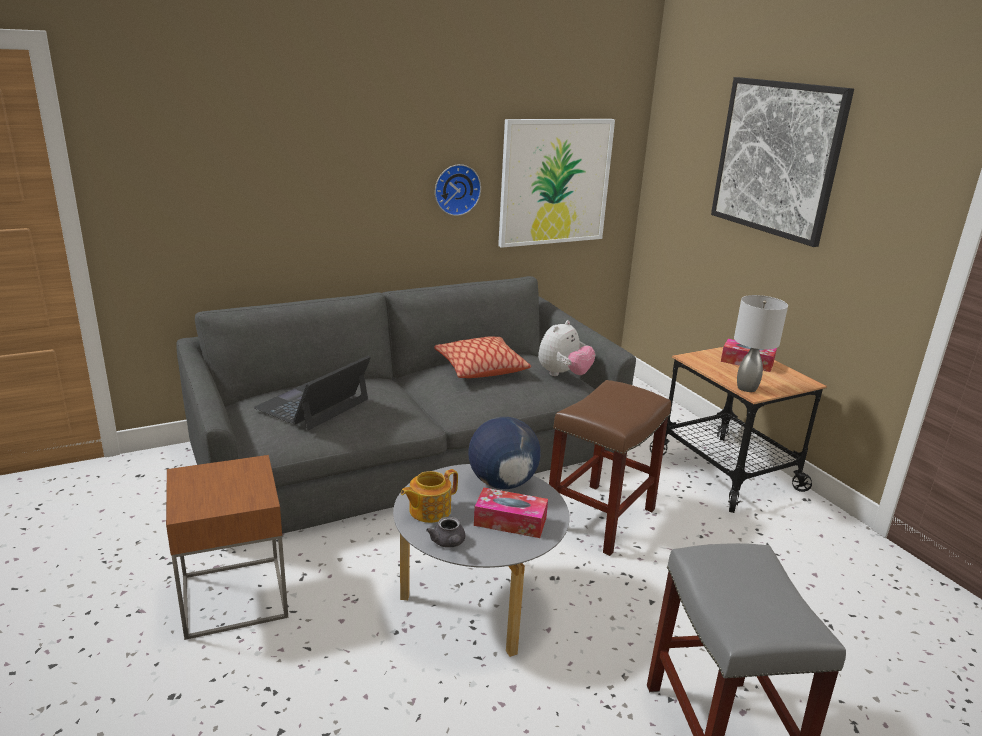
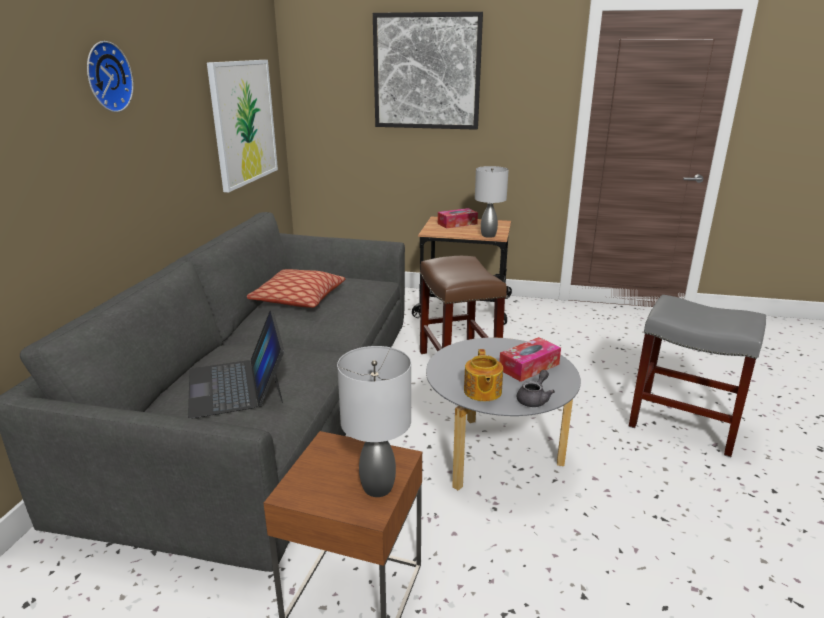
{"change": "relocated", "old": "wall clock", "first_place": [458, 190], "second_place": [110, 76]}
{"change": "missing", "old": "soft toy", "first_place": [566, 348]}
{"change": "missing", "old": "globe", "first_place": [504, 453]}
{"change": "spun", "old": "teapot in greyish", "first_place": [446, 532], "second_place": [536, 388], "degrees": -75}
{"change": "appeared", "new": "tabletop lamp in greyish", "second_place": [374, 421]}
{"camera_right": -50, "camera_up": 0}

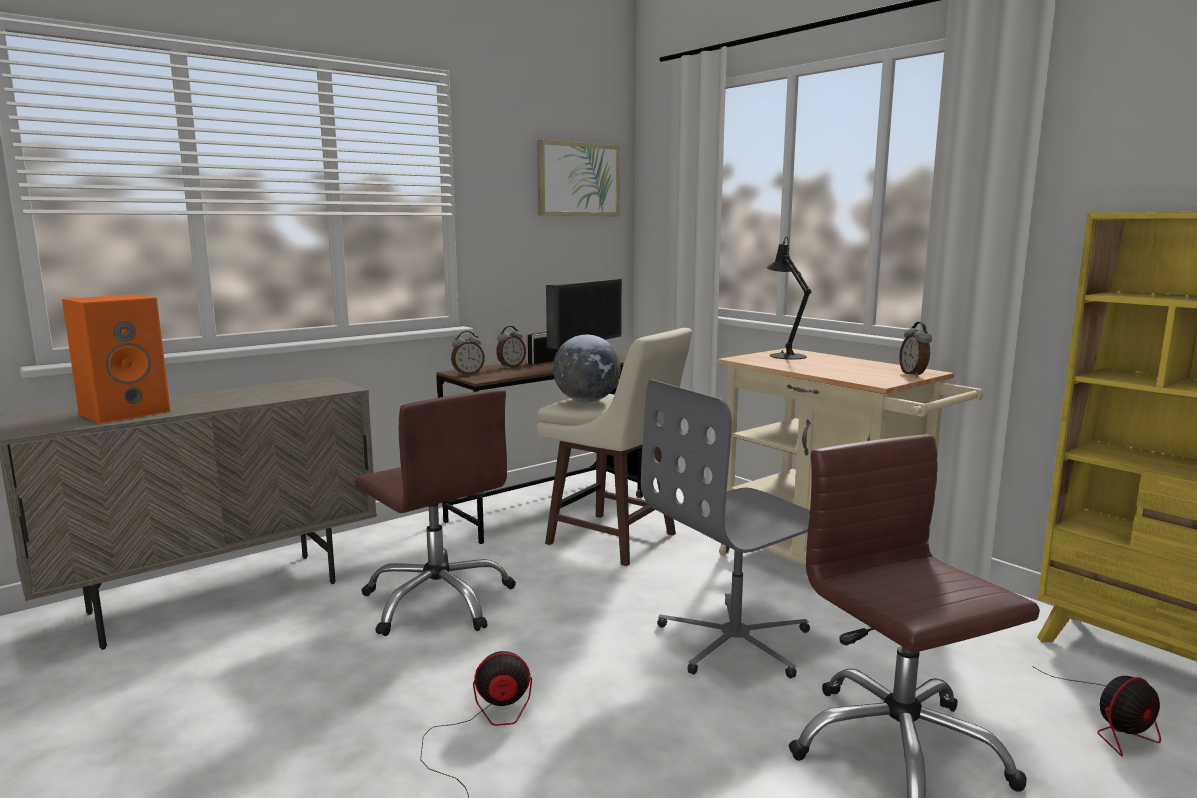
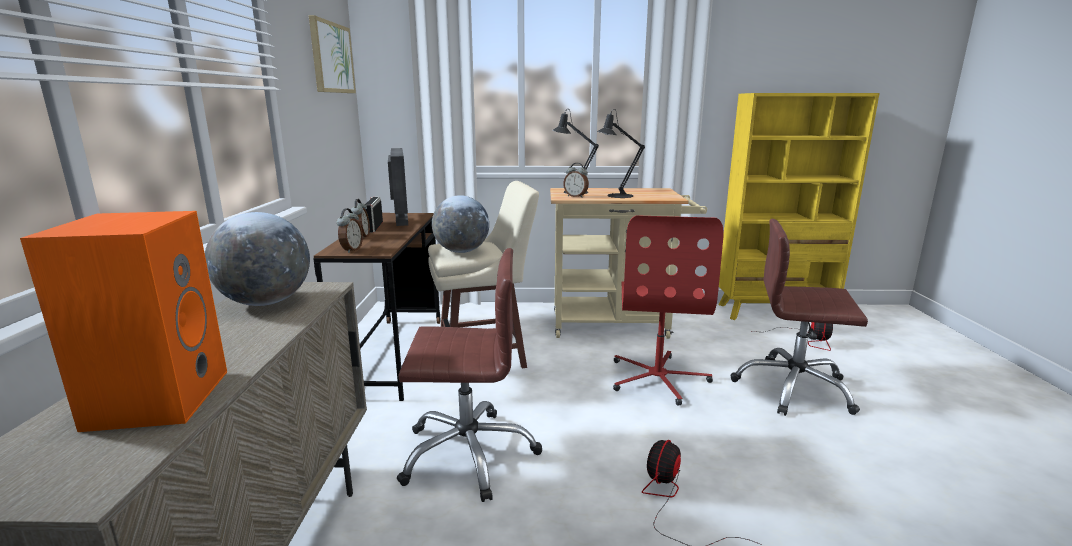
{"change": "relocated", "old": "table clock", "first_place": [915, 349], "second_place": [576, 180]}
{"change": "colour", "old": "desk chair in greyish", "new": "desk chair in red", "first_place": [725, 528], "second_place": [668, 310]}
{"change": "appeared", "new": "tabletop lamp in black", "second_place": [621, 153]}
{"change": "appeared", "new": "globe", "second_place": [257, 259]}
{"camera_right": -50, "camera_up": 5}

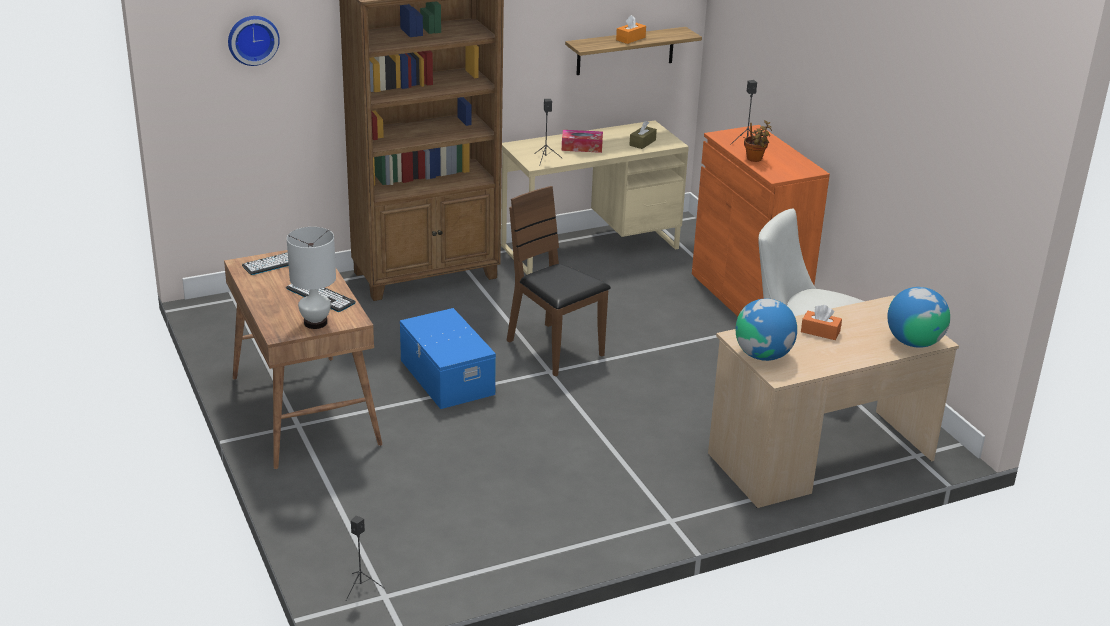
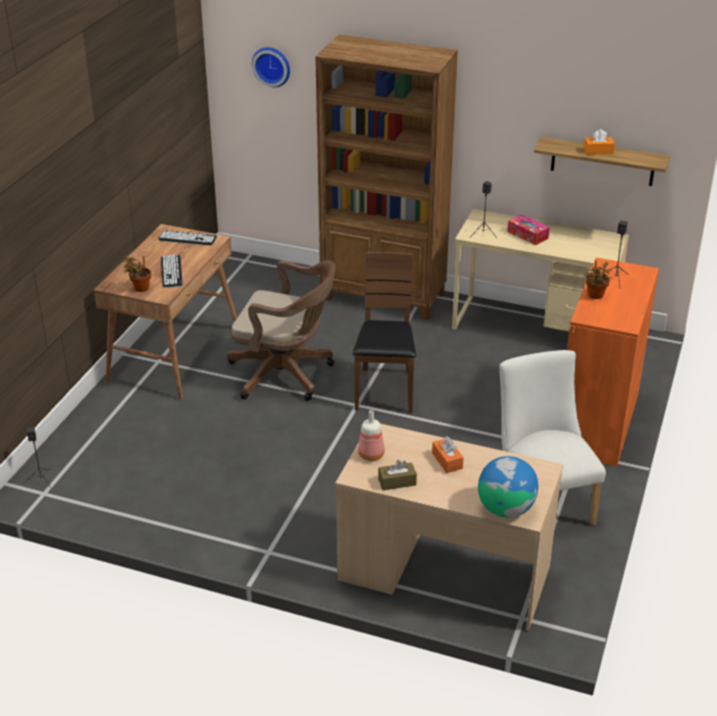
{"change": "relocated", "old": "tissue box in brown", "first_place": [643, 135], "second_place": [397, 475]}
{"change": "exchanged", "old": "tabletop lamp in whitish", "new": "plant in a pot", "first_place": [311, 278], "second_place": [136, 274]}
{"change": "exchanged", "old": "globe", "new": "beverage bottle", "first_place": [766, 330], "second_place": [371, 435]}
{"change": "exchanged", "old": "storage container in bluish", "new": "desk chair in brown", "first_place": [448, 358], "second_place": [281, 330]}
{"camera_right": 45, "camera_up": 5}

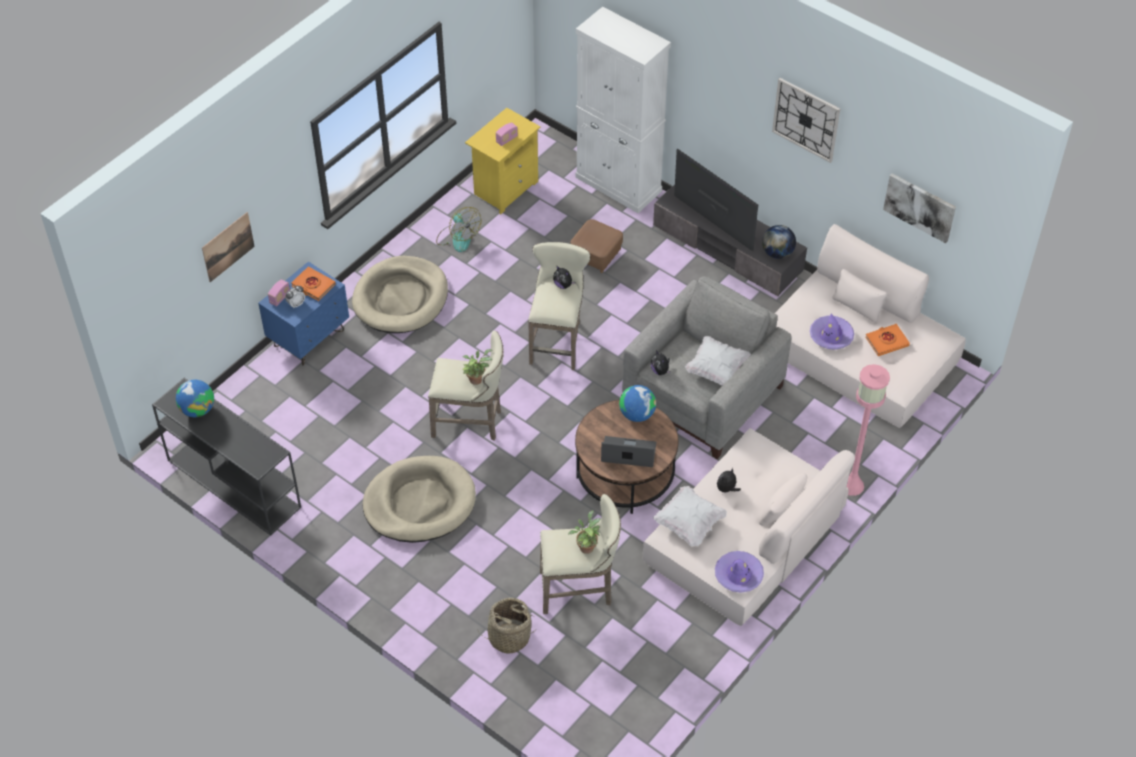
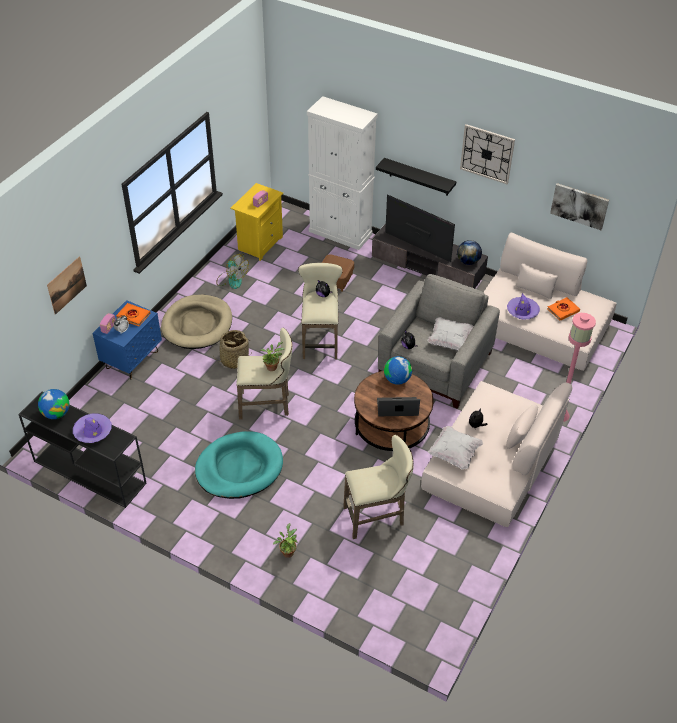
{"change": "colour", "old": "dog bed in sand-coloured", "new": "dog bed in turquoise", "first_place": [419, 499], "second_place": [239, 465]}
{"change": "relocated", "old": "plant in a pot", "first_place": [584, 532], "second_place": [285, 540]}
{"change": "relocated", "old": "hat in purple-coloured", "first_place": [739, 572], "second_place": [92, 428]}
{"change": "relocated", "old": "basket", "first_place": [505, 625], "second_place": [232, 349]}
{"change": "appeared", "new": "bracket shelf in black", "second_place": [416, 177]}
{"camera_right": -10, "camera_up": -5}

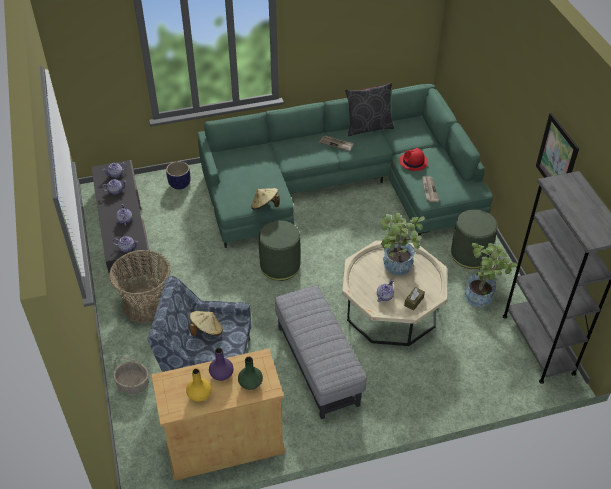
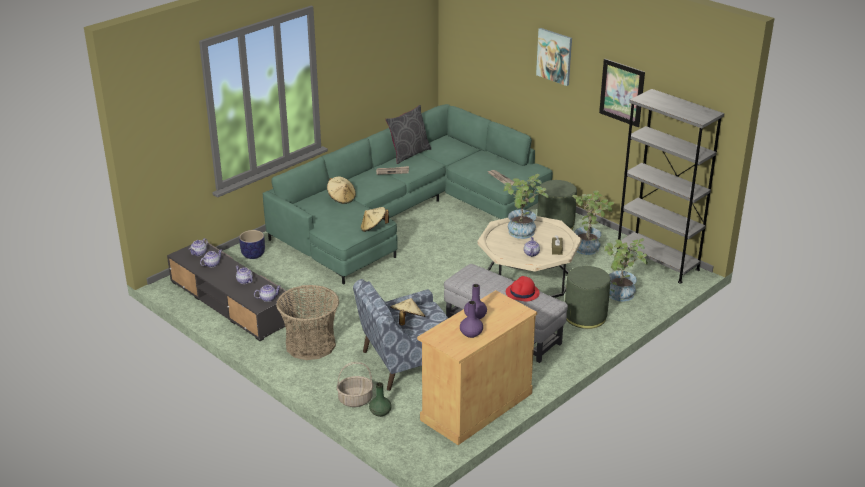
{"change": "relocated", "old": "hat in red", "first_place": [413, 159], "second_place": [523, 288]}
{"change": "relocated", "old": "pouffe in green", "first_place": [280, 251], "second_place": [587, 297]}
{"change": "relocated", "old": "vase in green", "first_place": [250, 373], "second_place": [380, 399]}
{"change": "colour", "old": "vase in yellowish", "new": "vase in purple-coloured", "first_place": [198, 385], "second_place": [471, 319]}
{"change": "appeared", "new": "picture", "second_place": [554, 57]}
{"change": "appeared", "new": "hat in sand-coloured", "second_place": [341, 190]}
{"change": "appeared", "new": "plant in a pot", "second_place": [626, 270]}
{"camera_right": -30, "camera_up": -15}

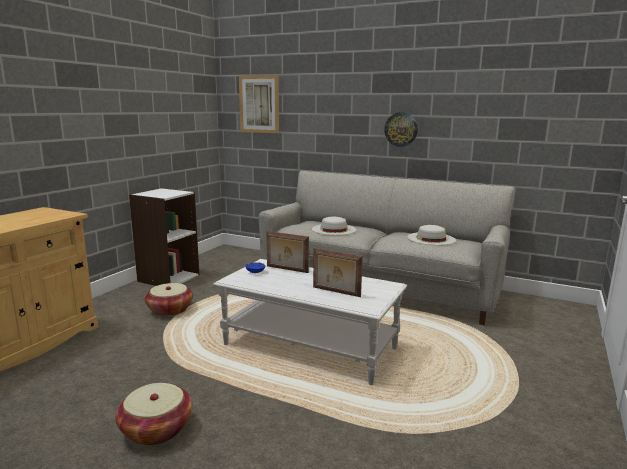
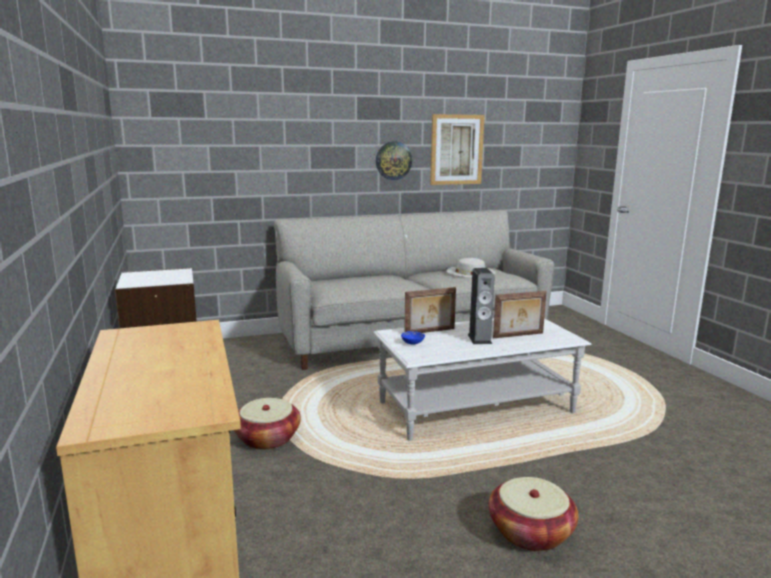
{"change": "relocated", "old": "picture", "first_place": [259, 104], "second_place": [457, 149]}
{"change": "missing", "old": "hat in whitish", "first_place": [334, 226]}
{"change": "appeared", "new": "loudspeaker", "second_place": [481, 306]}
{"camera_right": -45, "camera_up": 0}

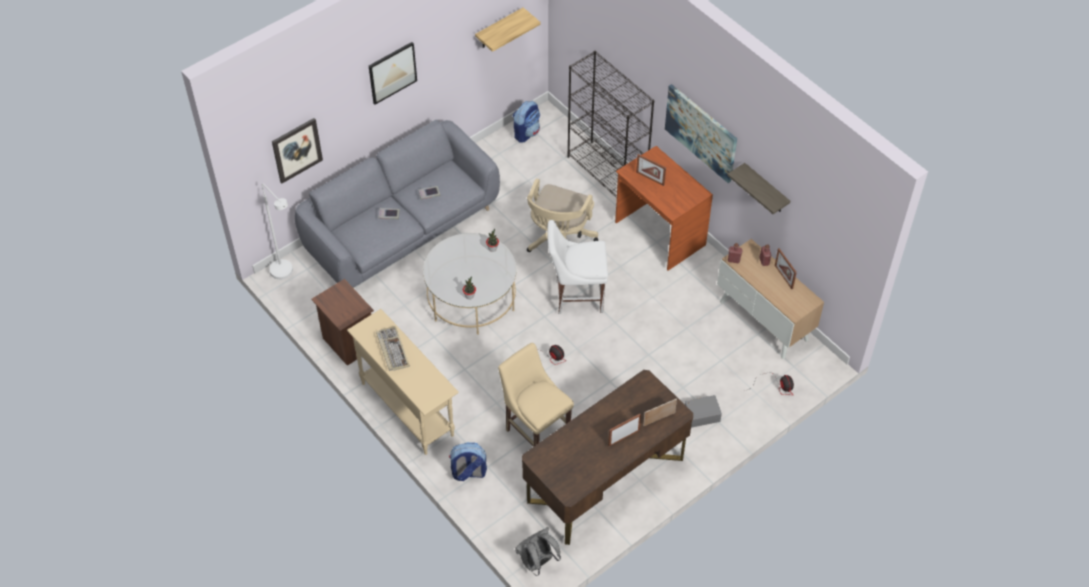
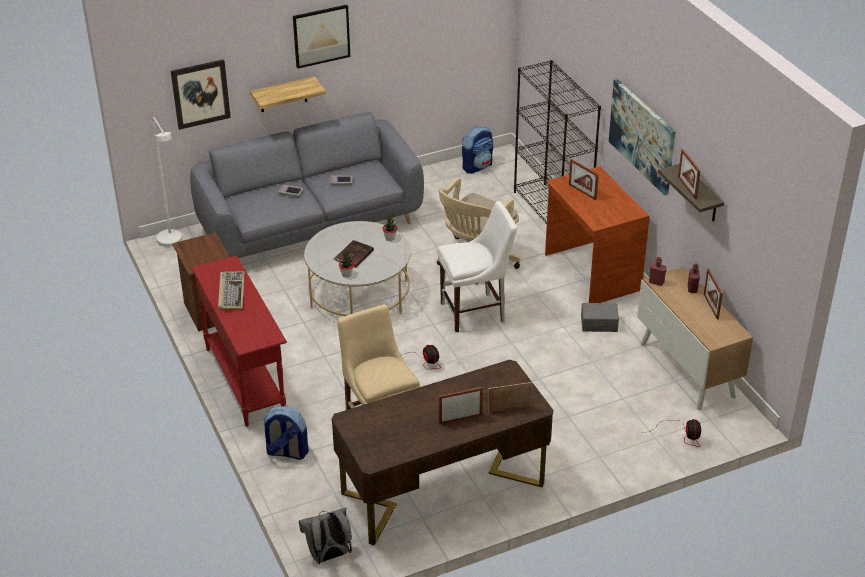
{"change": "relocated", "old": "bracket shelf", "first_place": [508, 29], "second_place": [288, 94]}
{"change": "spun", "old": "upright chair in whitish", "first_place": [577, 267], "second_place": [477, 266], "degrees": 150}
{"change": "colour", "old": "hall table in sand-coloured", "new": "hall table in red", "first_place": [403, 382], "second_place": [239, 341]}
{"change": "relocated", "old": "storage container in greyish", "first_place": [703, 411], "second_place": [600, 317]}
{"change": "appeared", "new": "photo frame", "second_place": [689, 174]}
{"change": "appeared", "new": "book in brown", "second_place": [354, 254]}
{"camera_right": 15, "camera_up": -15}

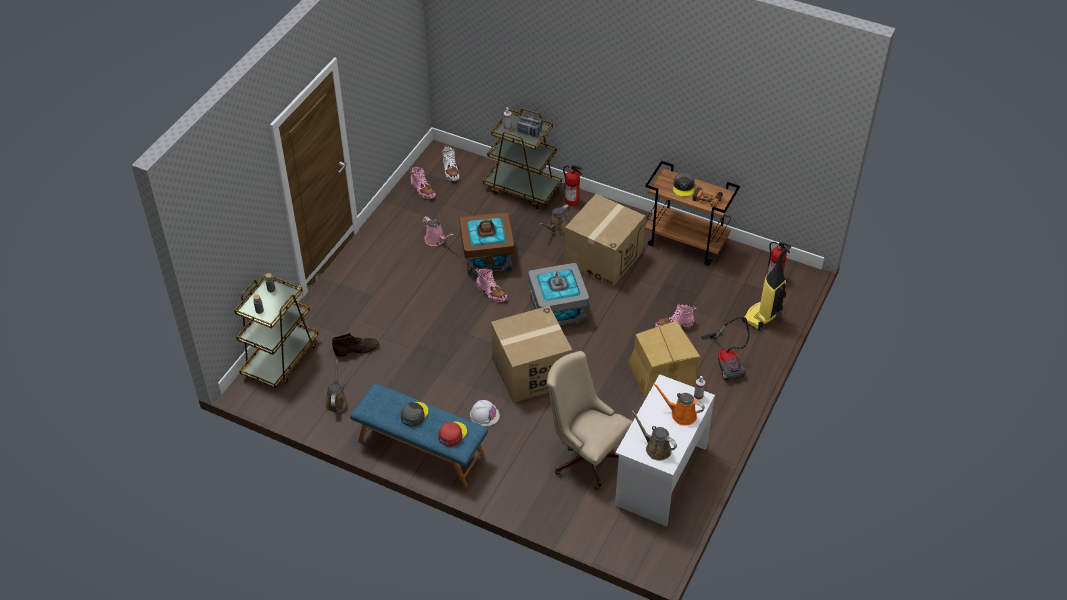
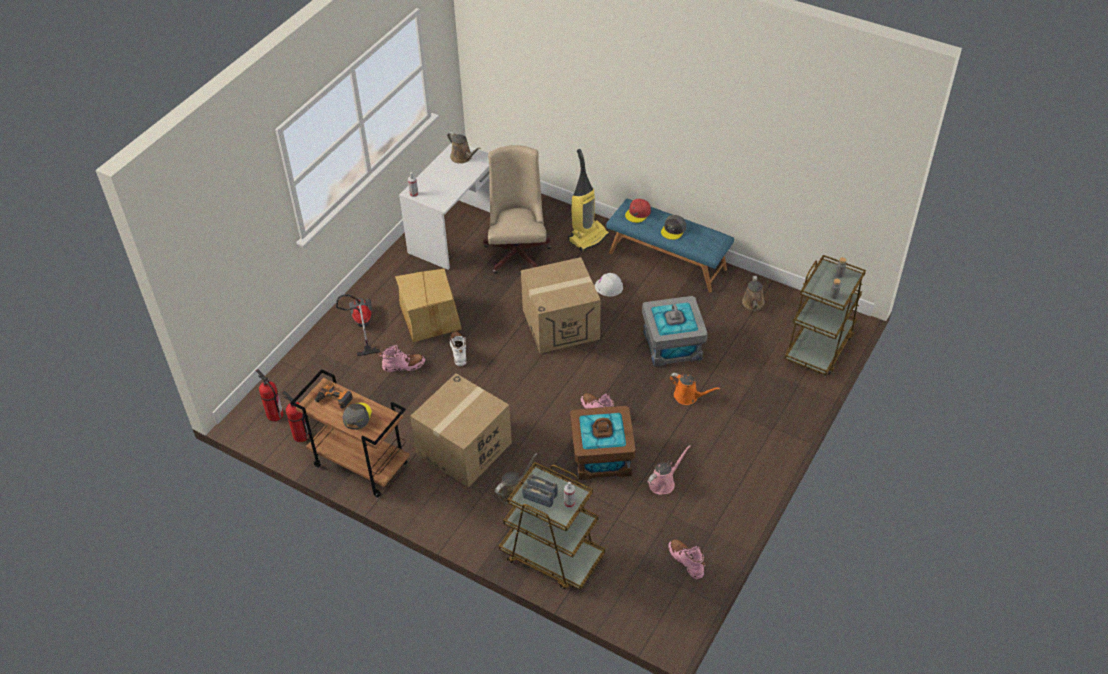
{"change": "relocated", "old": "boot in whitish", "first_place": [450, 163], "second_place": [458, 348]}
{"change": "relocated", "old": "fire extinguisher", "first_place": [572, 185], "second_place": [295, 416]}
{"change": "spun", "old": "watering pot in pink-coloured", "first_place": [438, 231], "second_place": [669, 470], "degrees": 90}
{"change": "relocated", "old": "vacuum", "first_place": [766, 289], "second_place": [588, 200]}
{"change": "relocated", "old": "storage container in greyish", "first_place": [558, 294], "second_place": [675, 331]}
{"change": "missing", "old": "boot in brown", "first_place": [355, 344]}
{"change": "spun", "old": "desk chair in sand-coloured", "first_place": [589, 420], "second_place": [517, 209], "degrees": -135}
{"change": "relocated", "old": "watering pot in orangey", "first_place": [679, 404], "second_place": [694, 389]}
{"camera_right": -175, "camera_up": 0}

